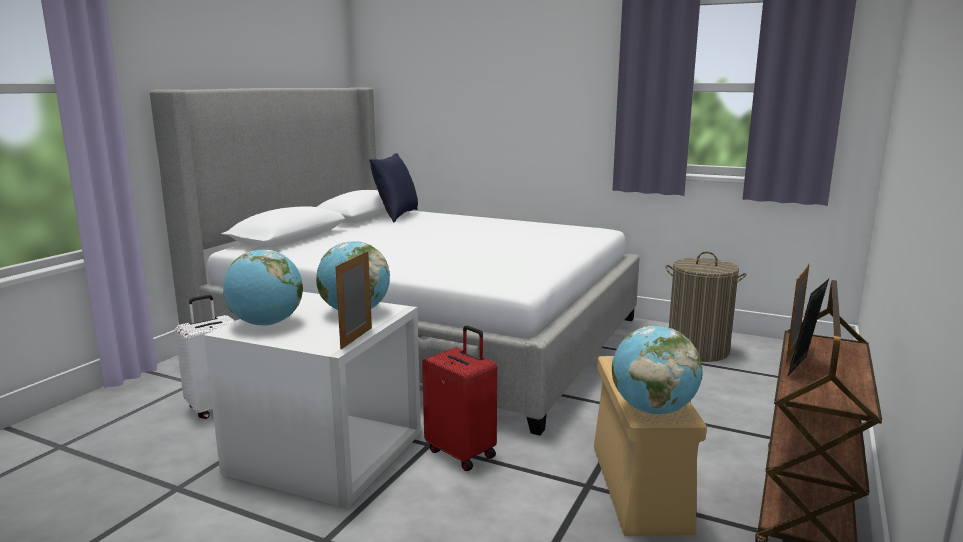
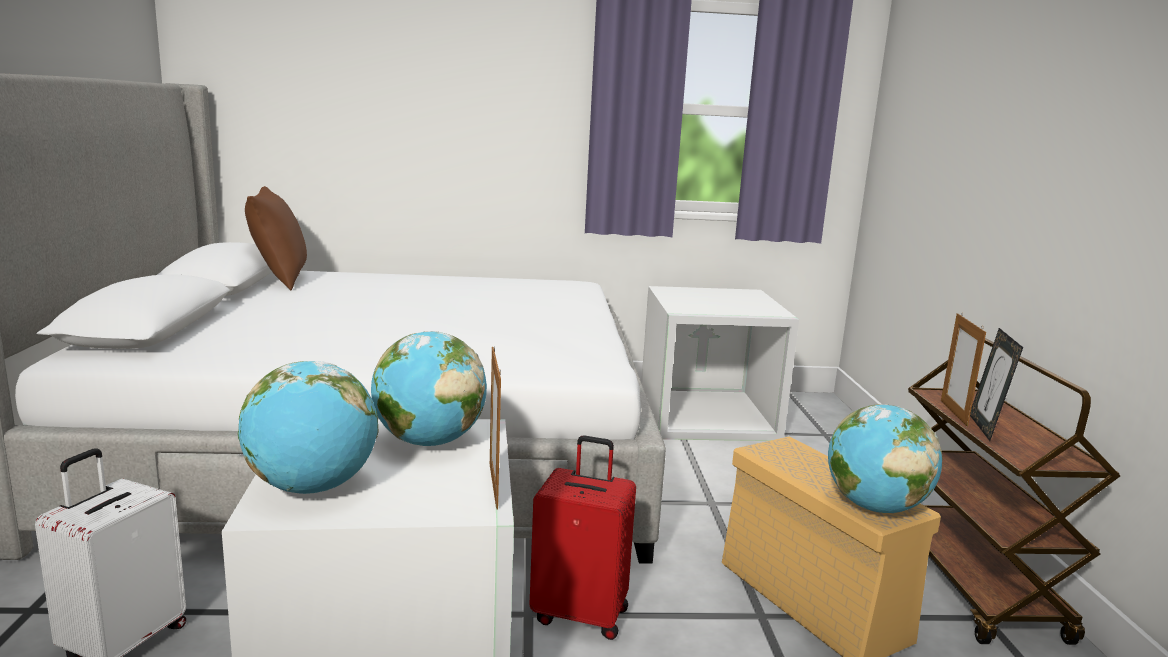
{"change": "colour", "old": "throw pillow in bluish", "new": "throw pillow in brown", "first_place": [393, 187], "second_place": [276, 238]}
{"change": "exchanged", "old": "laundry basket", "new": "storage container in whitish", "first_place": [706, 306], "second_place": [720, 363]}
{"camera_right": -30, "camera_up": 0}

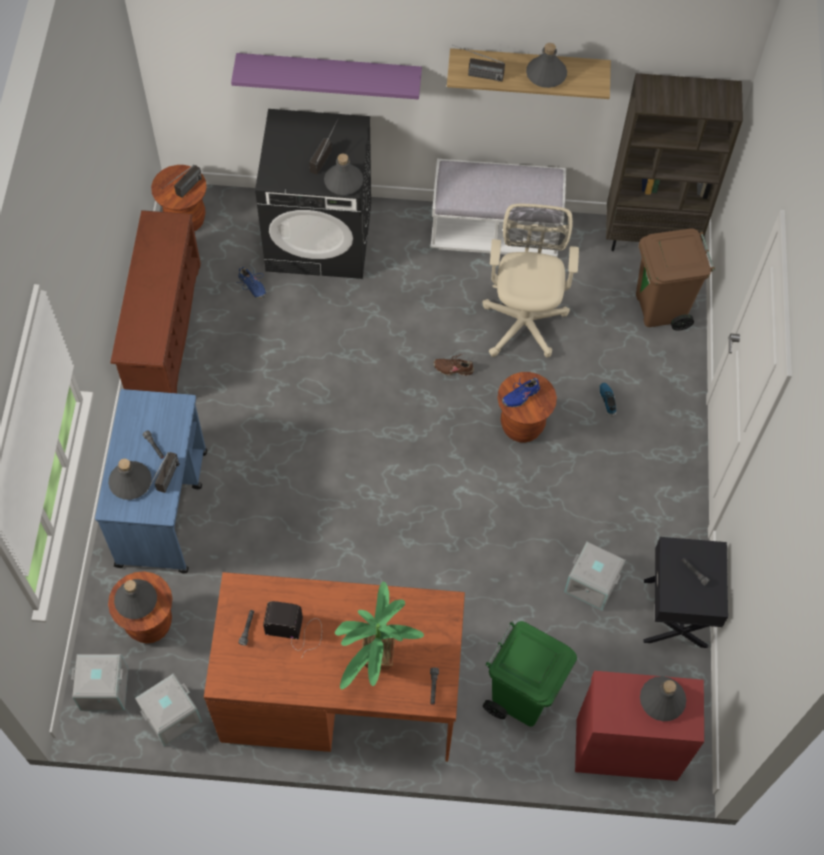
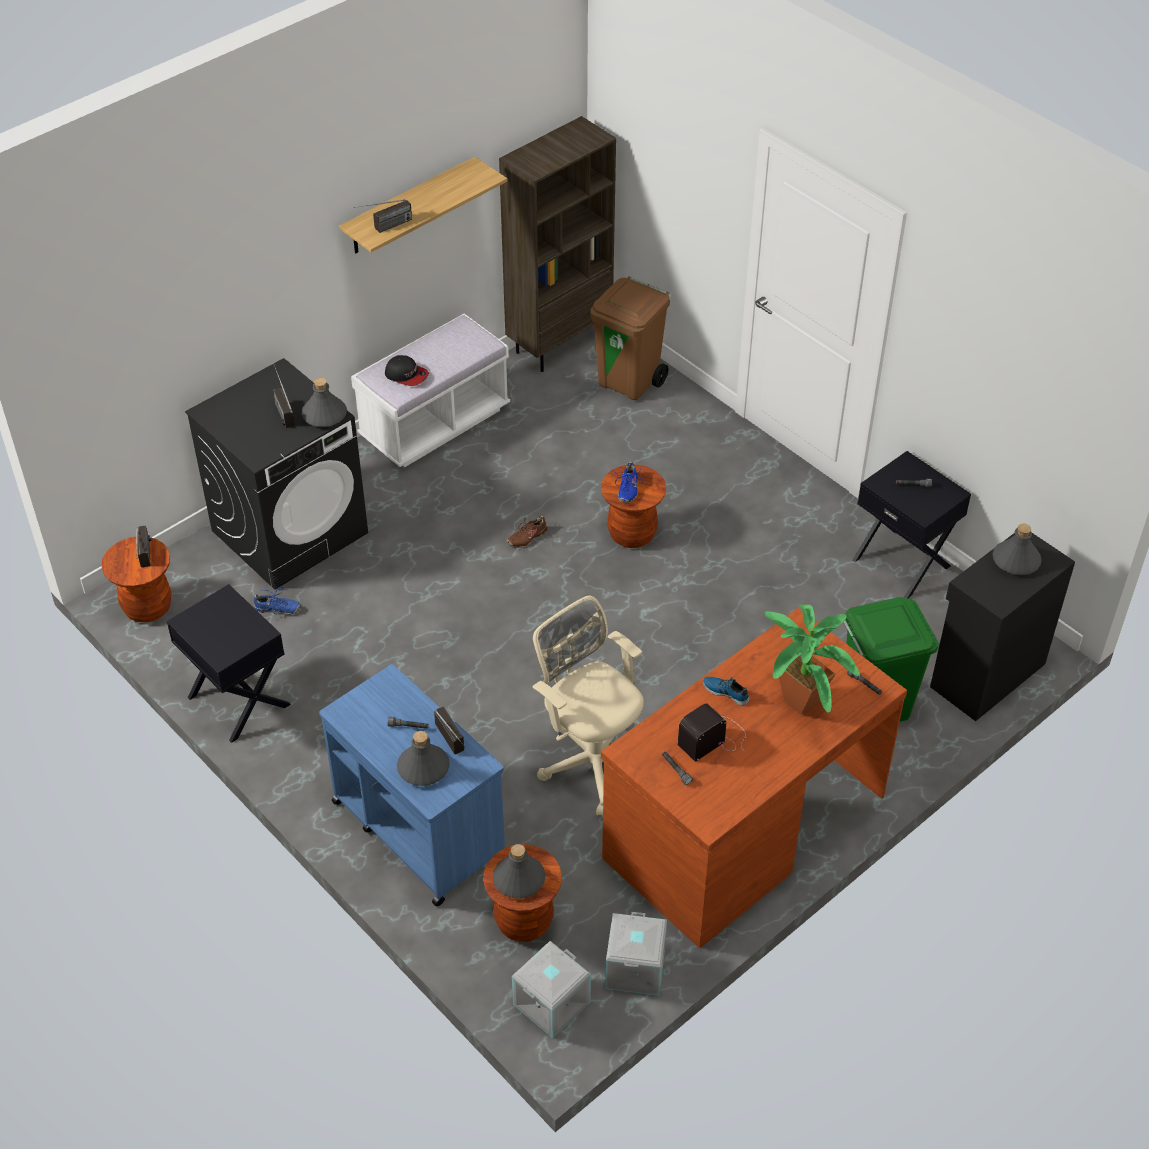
{"change": "missing", "old": "beverage bottle in greyish", "first_place": [546, 65]}
{"change": "missing", "old": "bracket shelf in purple-coloured", "first_place": [326, 76]}
{"change": "relocated", "old": "desk chair in sand-coloured", "first_place": [530, 281], "second_place": [588, 706]}
{"change": "exchanged", "old": "shoe stand in brown", "new": "nightstand in black", "first_place": [156, 301], "second_place": [229, 663]}
{"change": "relocated", "old": "low shoe", "first_place": [608, 399], "second_place": [726, 691]}
{"change": "missing", "old": "storage container in greyish", "first_place": [594, 576]}
{"change": "colour", "old": "cupboard in red", "new": "cupboard in black", "first_place": [639, 726], "second_place": [1002, 627]}
{"change": "appeared", "new": "cap", "second_place": [407, 370]}
{"camera_right": -45, "camera_up": -15}

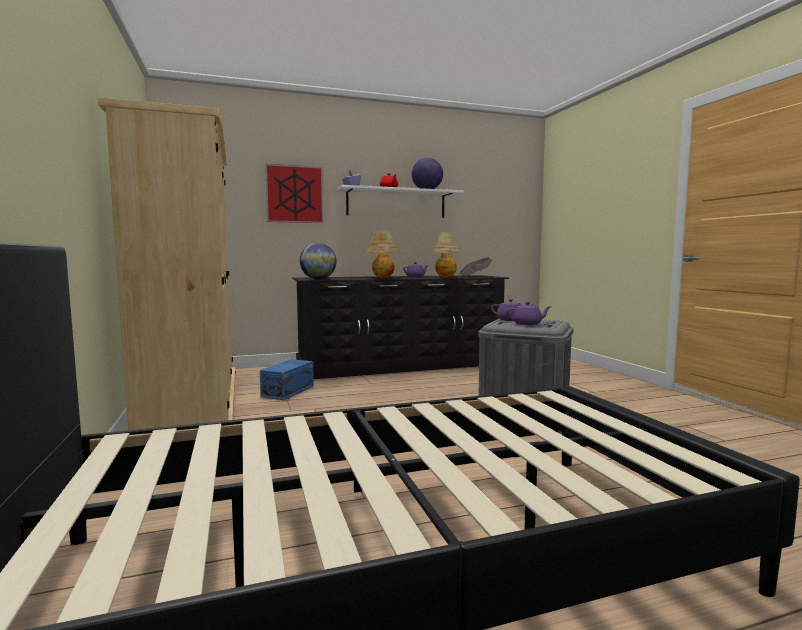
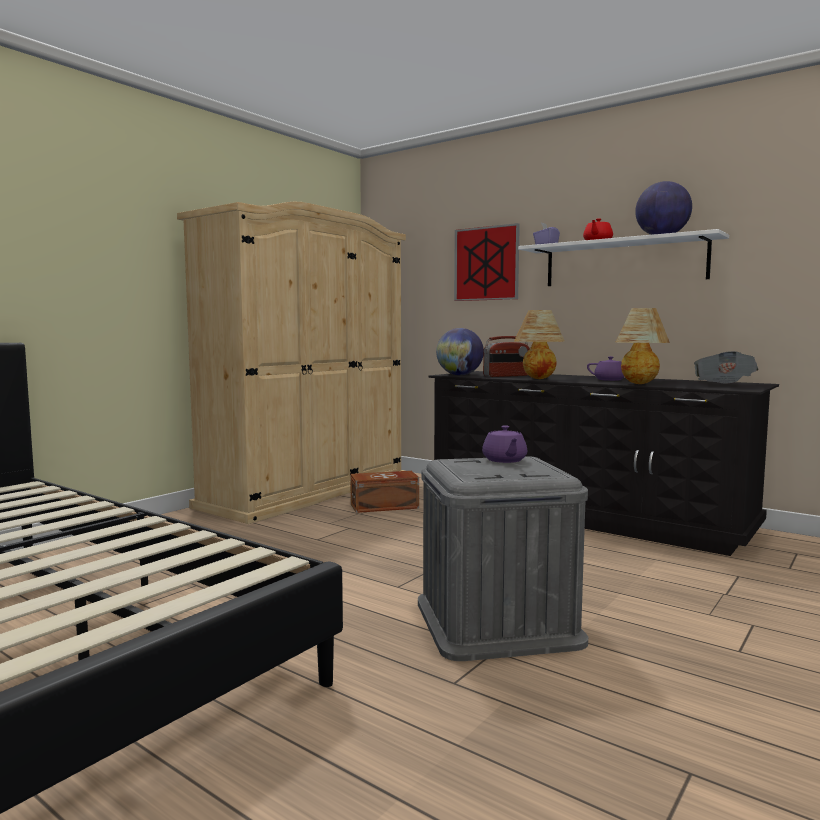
{"change": "missing", "old": "teapot in purple-coloured", "first_place": [529, 313]}
{"change": "colour", "old": "storage container in bluish", "new": "storage container in brown", "first_place": [287, 379], "second_place": [384, 492]}
{"change": "appeared", "new": "radio set", "second_place": [506, 356]}
{"camera_right": 55, "camera_up": 0}

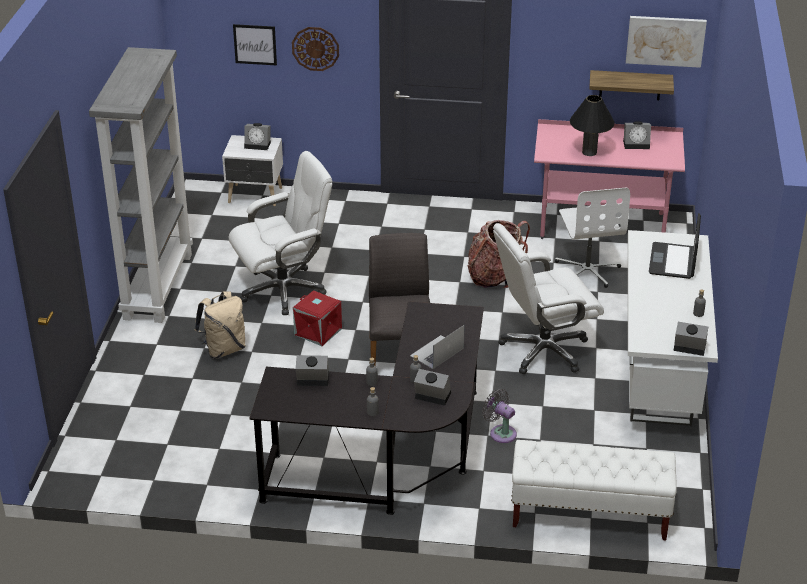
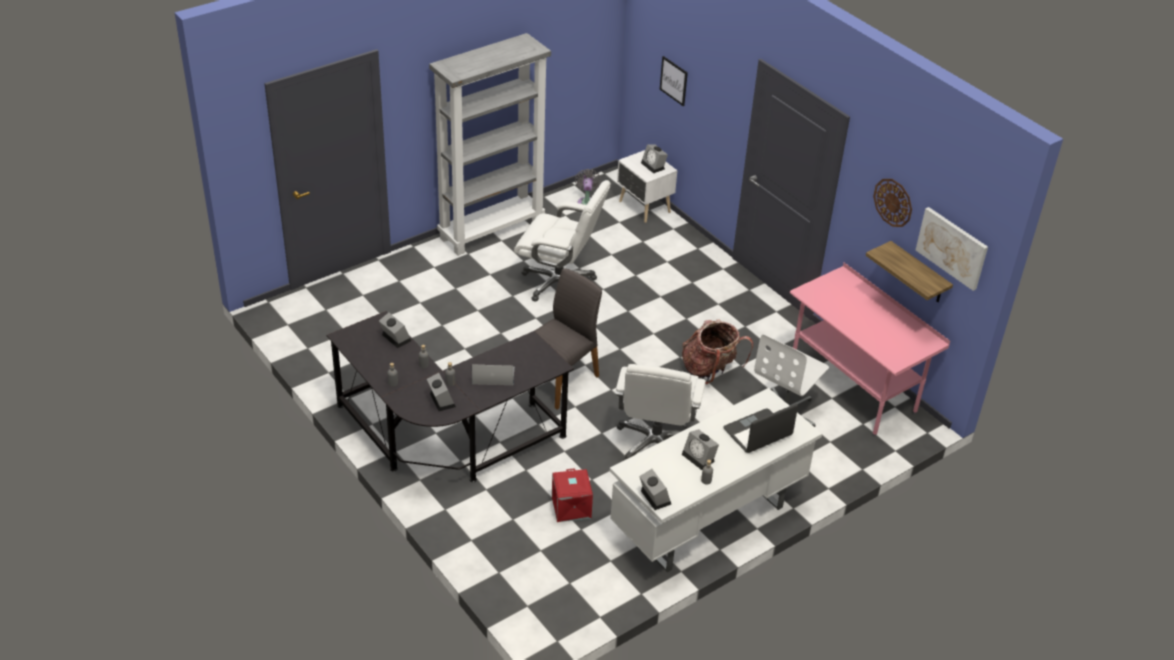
{"change": "relocated", "old": "wall clock", "first_place": [315, 49], "second_place": [892, 203]}
{"change": "missing", "old": "tabletop lamp in black", "first_place": [592, 125]}
{"change": "relocated", "old": "table clock", "first_place": [637, 135], "second_place": [700, 449]}
{"change": "spun", "old": "desk chair in whitish", "first_place": [548, 298], "second_place": [660, 412], "degrees": -105}
{"change": "relocated", "old": "storage container in red", "first_place": [317, 318], "second_place": [572, 495]}
{"change": "missing", "old": "backpack in sand-coloured", "first_place": [220, 325]}
{"change": "relocated", "old": "electric fan in greyish", "first_place": [499, 416], "second_place": [588, 187]}
{"change": "missing", "old": "long seat in whitish", "first_place": [594, 490]}
{"camera_right": 45, "camera_up": 5}

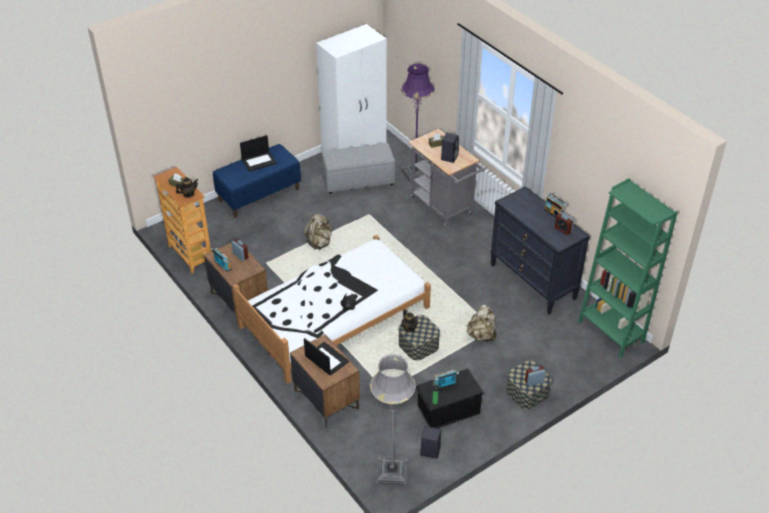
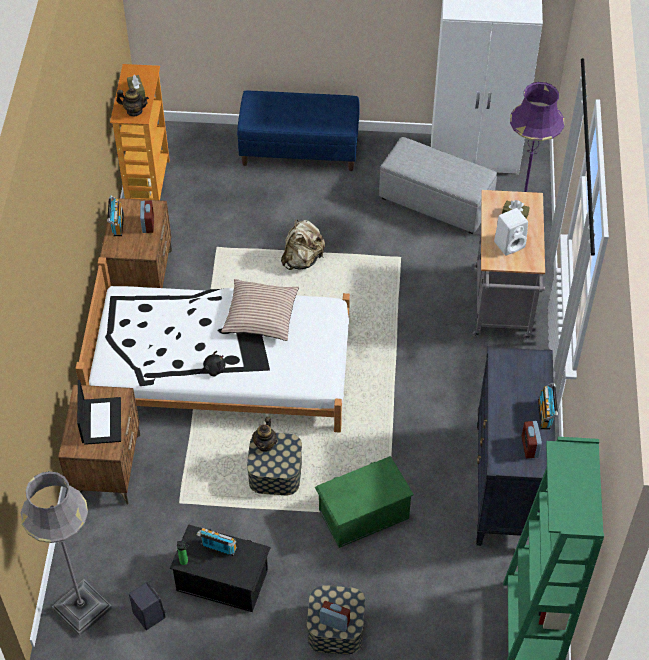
{"change": "colour", "old": "loudspeaker in black", "new": "loudspeaker in whitish", "first_place": [450, 148], "second_place": [511, 232]}
{"change": "missing", "old": "laptop", "first_place": [258, 153]}
{"change": "exchanged", "old": "backpack in sand-coloured", "new": "storage container in green", "first_place": [482, 323], "second_place": [364, 502]}
{"change": "appeared", "new": "throw pillow", "second_place": [260, 310]}
{"camera_right": 40, "camera_up": 10}

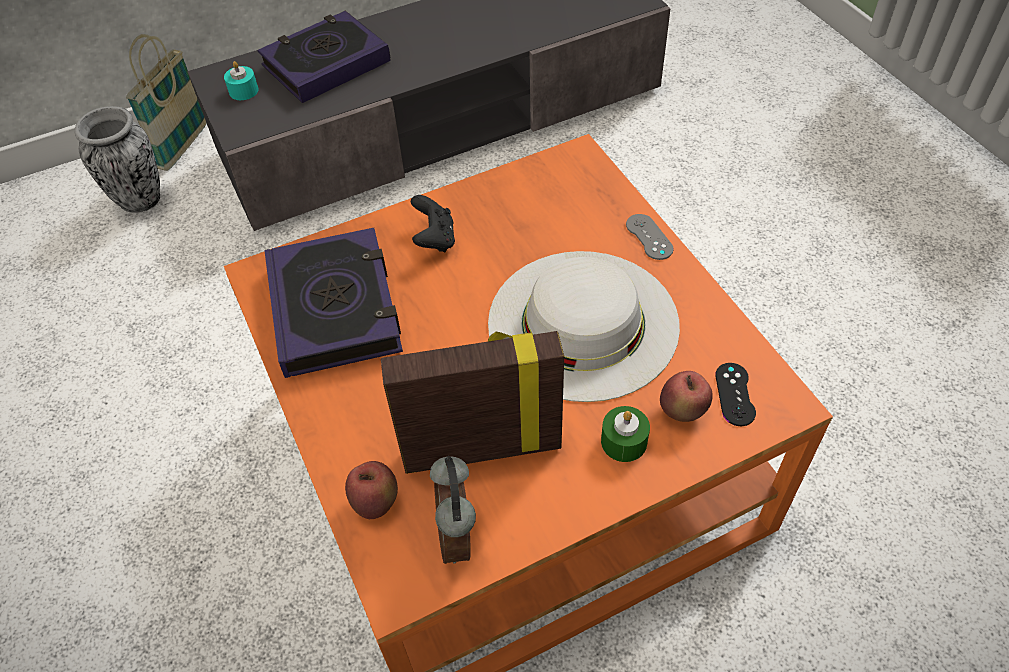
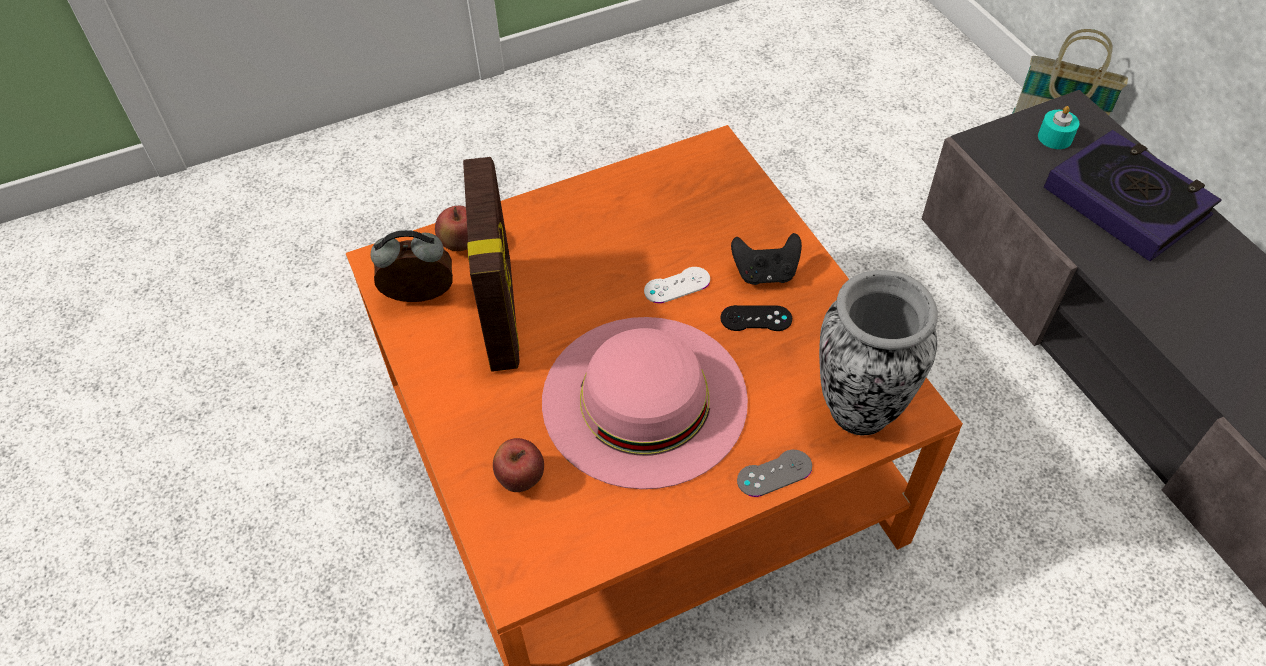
{"change": "relocated", "old": "vase", "first_place": [117, 159], "second_place": [878, 352]}
{"change": "missing", "old": "book", "first_place": [333, 303]}
{"change": "colour", "old": "hat in whitish", "new": "hat in pink-coloured", "first_place": [584, 326], "second_place": [645, 403]}
{"change": "relocated", "old": "gamepad in black", "first_place": [735, 394], "second_place": [756, 318]}
{"change": "missing", "old": "candle in green", "first_place": [625, 434]}
{"change": "appeared", "new": "gamepad in whitish", "second_place": [677, 285]}
{"camera_right": 90, "camera_up": 0}

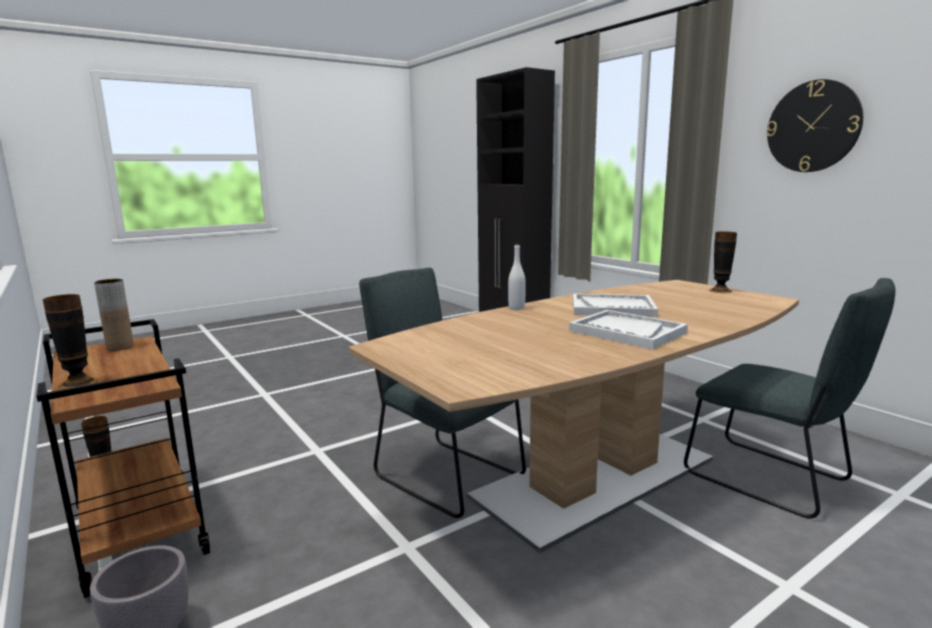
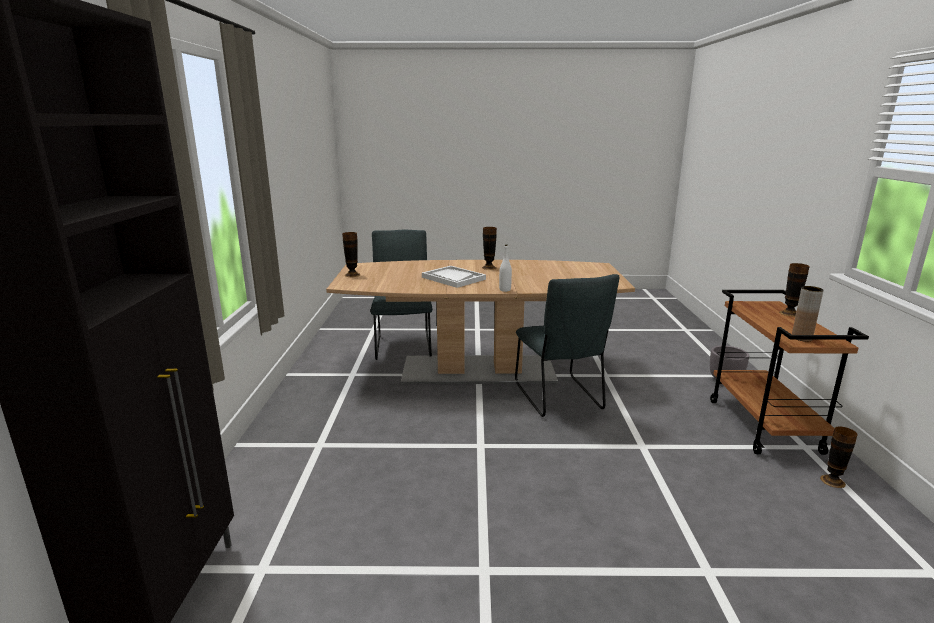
{"change": "missing", "old": "wall clock", "first_place": [814, 125]}
{"change": "exchanged", "old": "carrying tray in whitish", "new": "vase", "first_place": [628, 330], "second_place": [489, 248]}
{"camera_right": -145, "camera_up": 5}

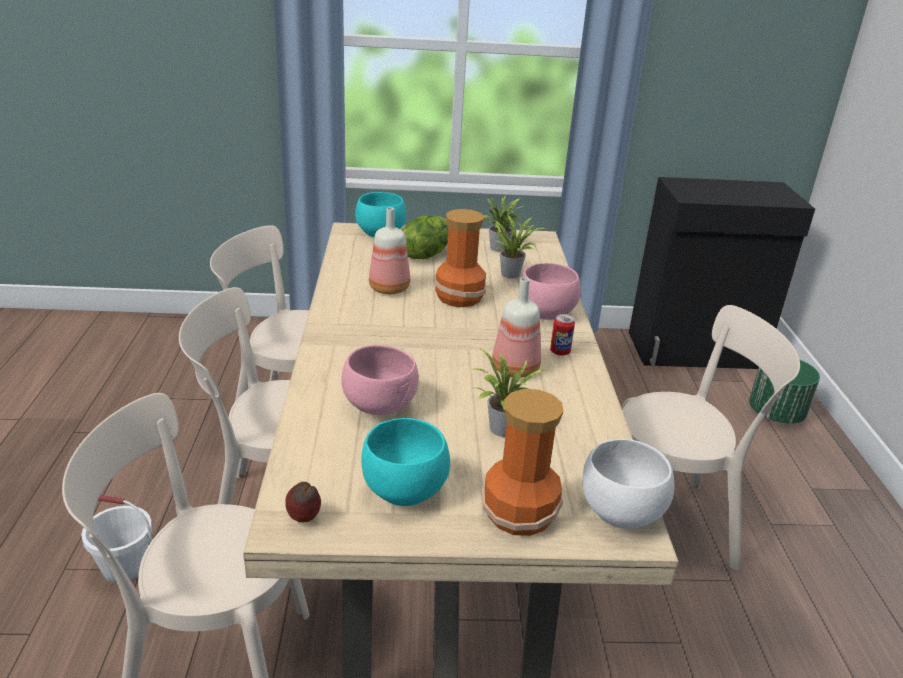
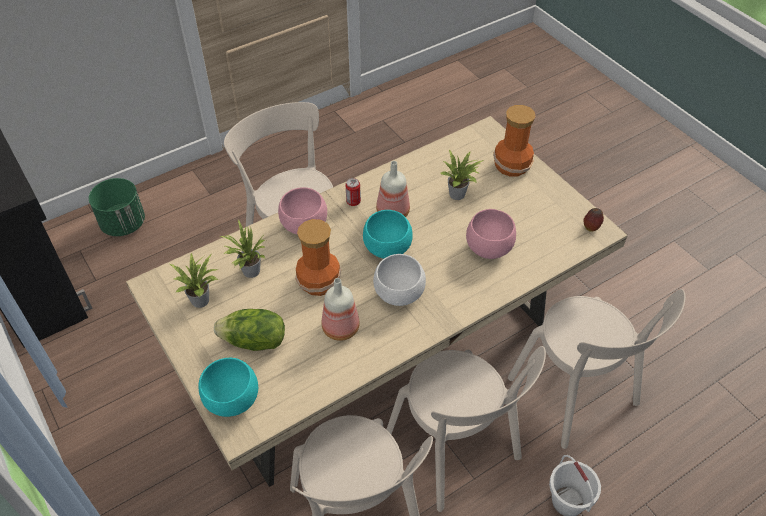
{"change": "relocated", "old": "serving bowl in turquoise", "first_place": [405, 462], "second_place": [388, 234]}
{"change": "relocated", "old": "serving bowl in whitish", "first_place": [628, 484], "second_place": [399, 280]}
{"camera_right": -120, "camera_up": 20}

